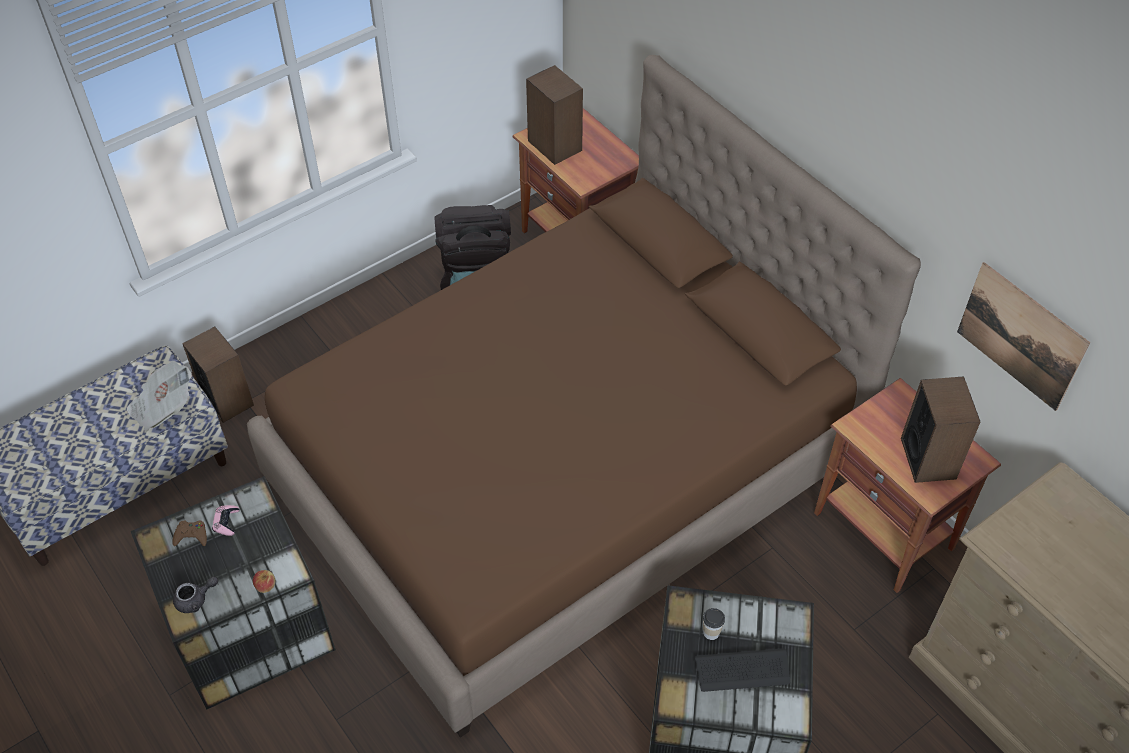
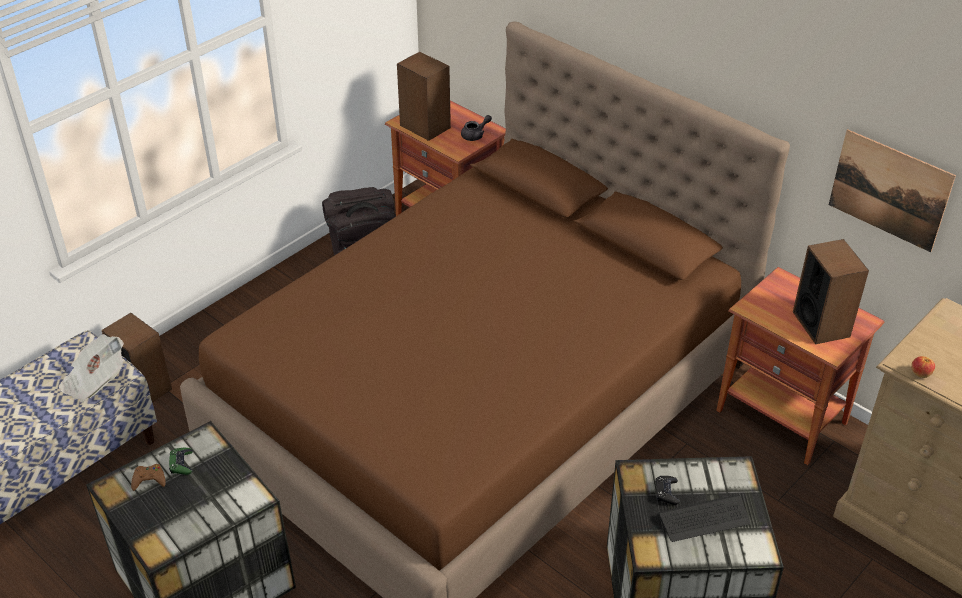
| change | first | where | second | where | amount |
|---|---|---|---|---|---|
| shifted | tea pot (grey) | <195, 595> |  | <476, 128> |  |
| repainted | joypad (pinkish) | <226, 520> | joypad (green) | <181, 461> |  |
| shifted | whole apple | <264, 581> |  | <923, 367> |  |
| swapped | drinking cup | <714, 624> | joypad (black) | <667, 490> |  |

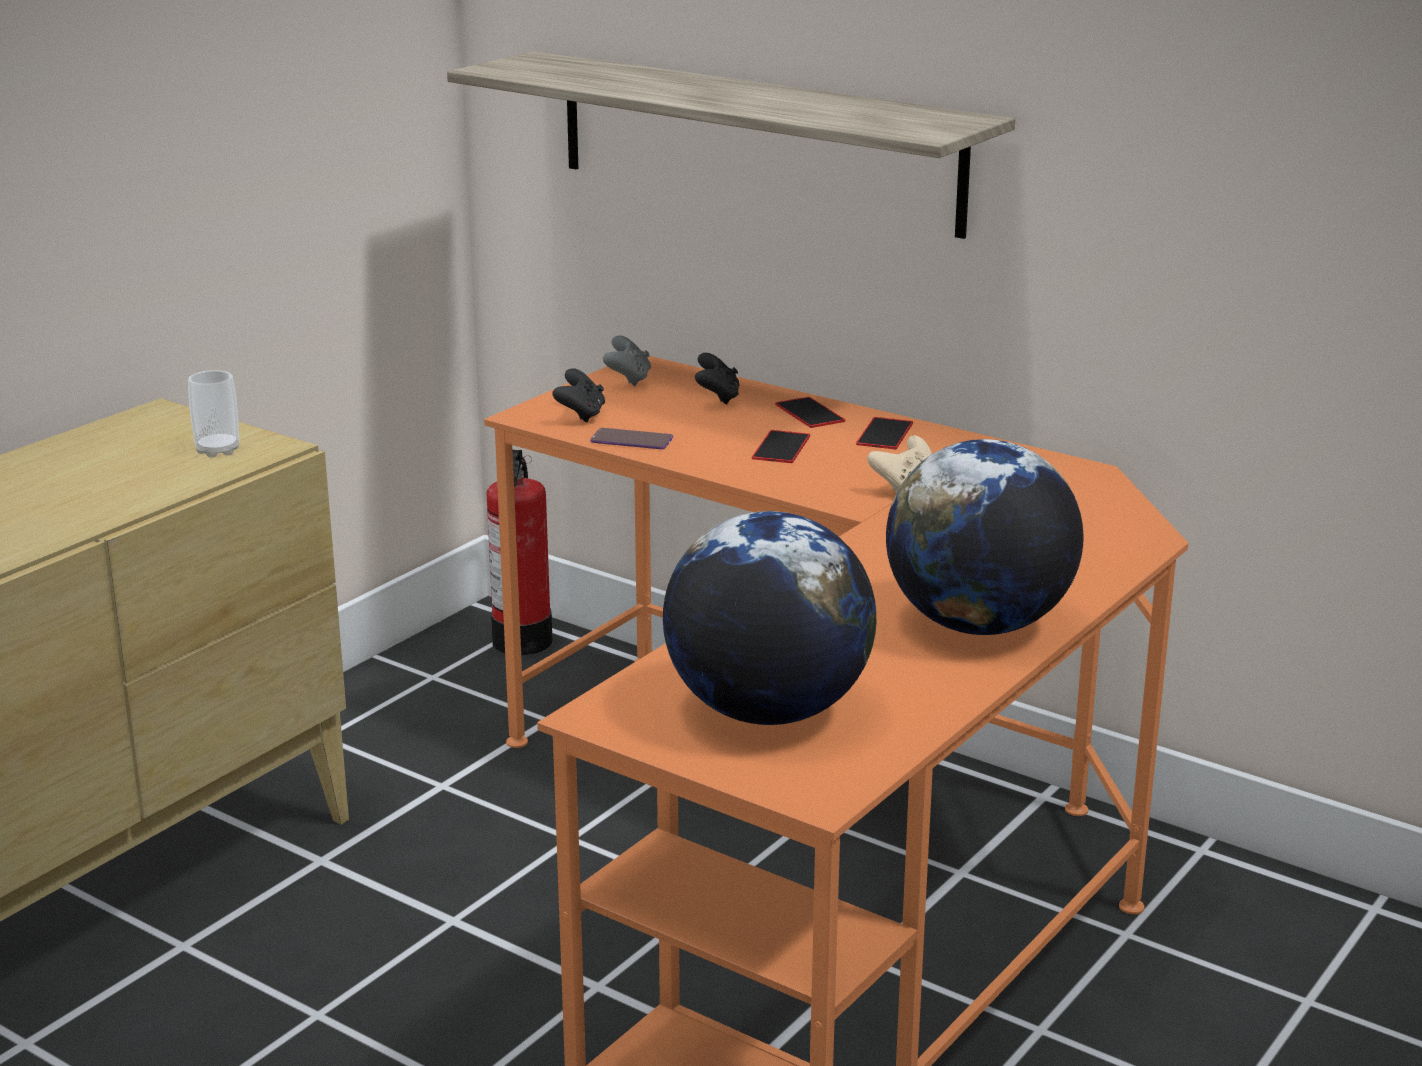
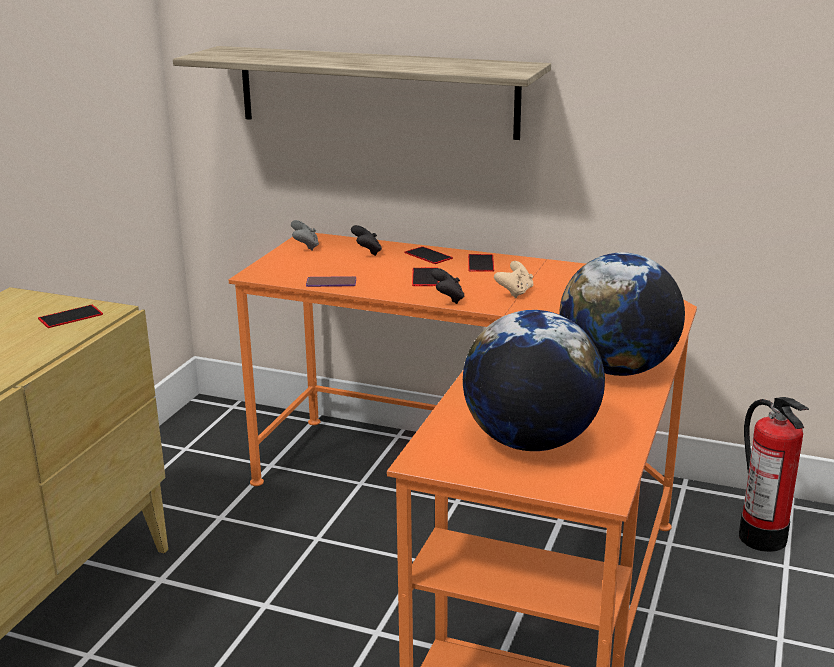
| change | first | where | second | where | amount |
|---|---|---|---|---|---|
| swapped | drinking cup | <213, 414> | phone | <70, 316> |  |
| shifted | fire extinguisher | <519, 552> |  | <774, 474> |  |
| shifted | joypad (black) | <579, 395> |  | <447, 286> |  |

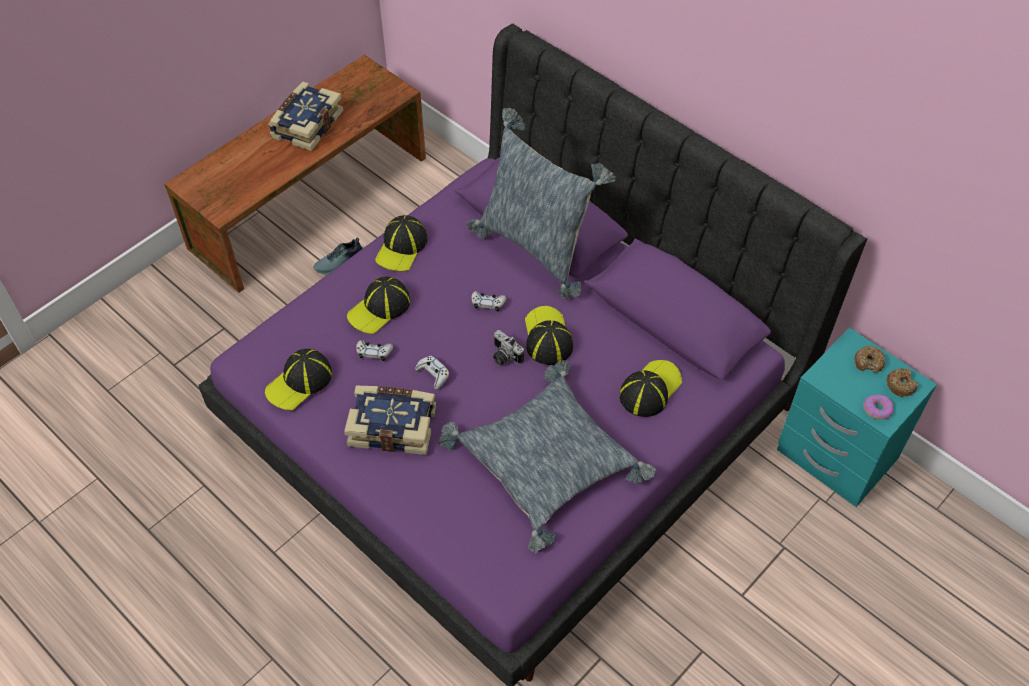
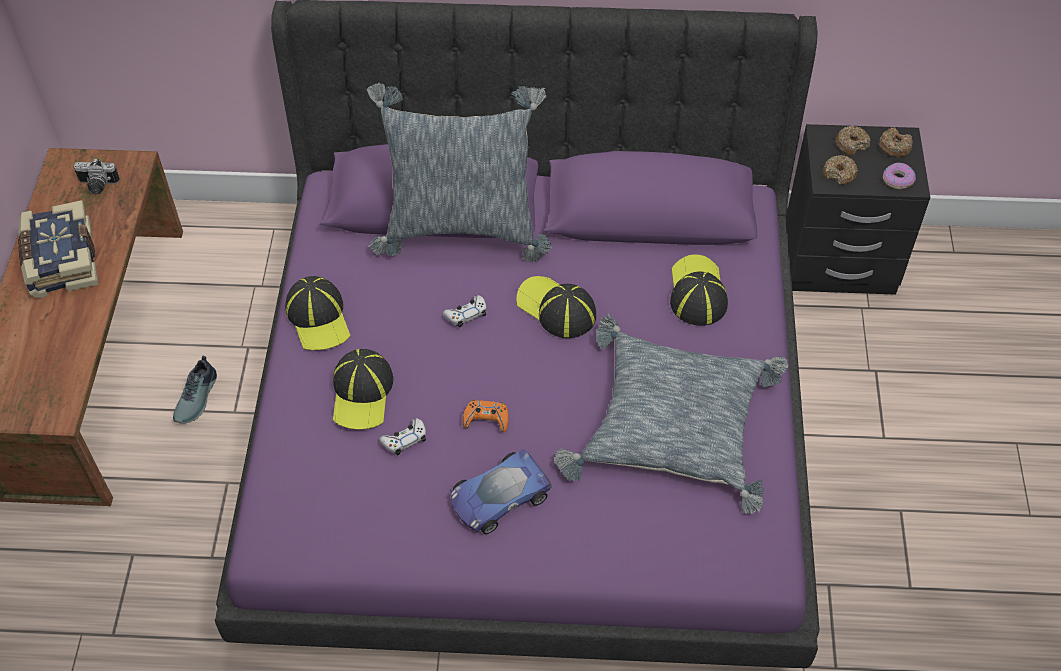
| change | first | where | second | where | amount |
|---|---|---|---|---|---|
| gone | peaked cap | <298, 380> |  |  |  |
| swapped | bound book | <390, 420> | miniature car | <501, 491> |  |
| repainted | joypad (white-coloured) | <432, 372> | joypad (orange-coloured) | <486, 416> |  |
| shifted | still camera | <508, 347> |  | <97, 176> |  |
| repainted | bedside table (turquoise-coloured) | <857, 417> | bedside table (black) | <859, 209> |  |
| new |  |  | doughnut | <840, 170> |  |

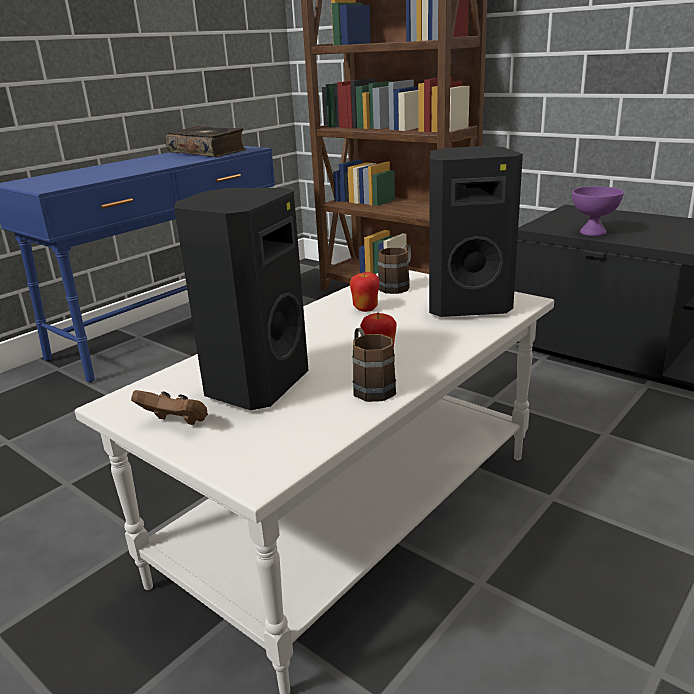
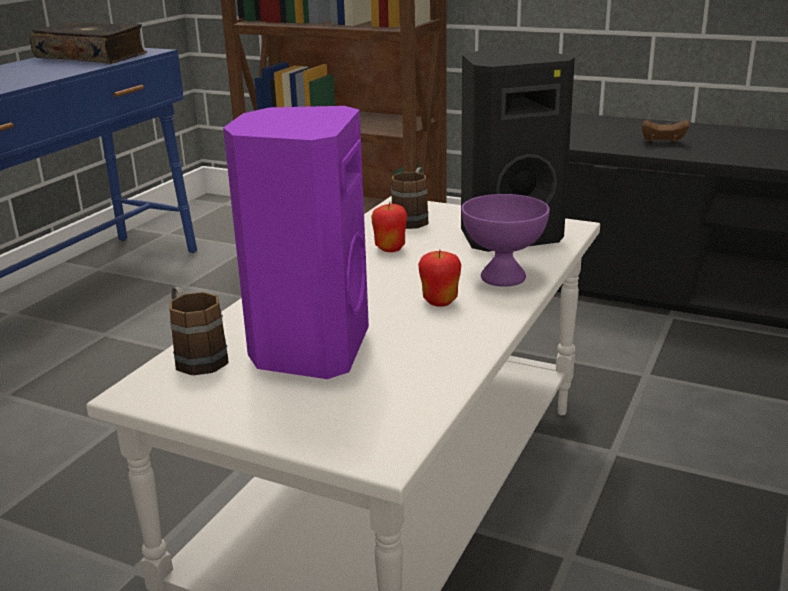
| change | first | where | second | where | amount |
|---|---|---|---|---|---|
| shifted | joypad (brown) | <169, 407> |  | <666, 131> |  |
| repainted | speaker (black) | <241, 299> | speaker (purple) | <296, 242> |  |
| shifted | coffee mug (brown) | <374, 365> |  | <199, 330> |  |
| shifted | deep dish (purple) | <598, 211> |  | <505, 240> |  |

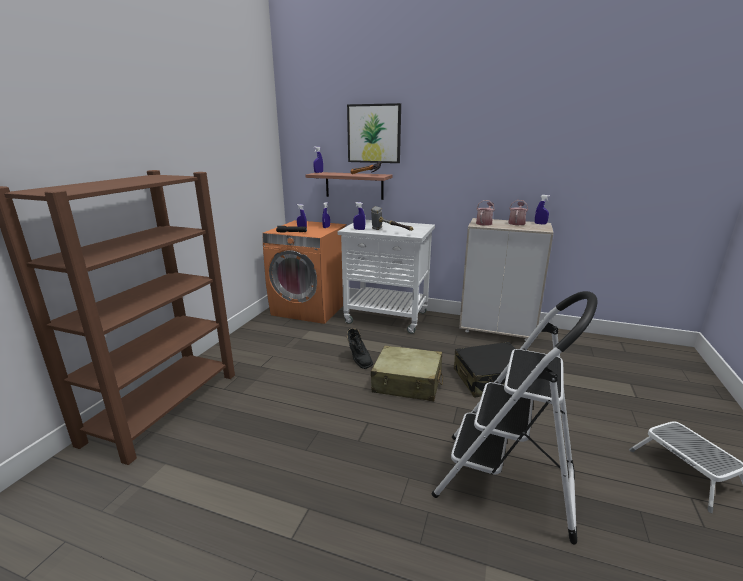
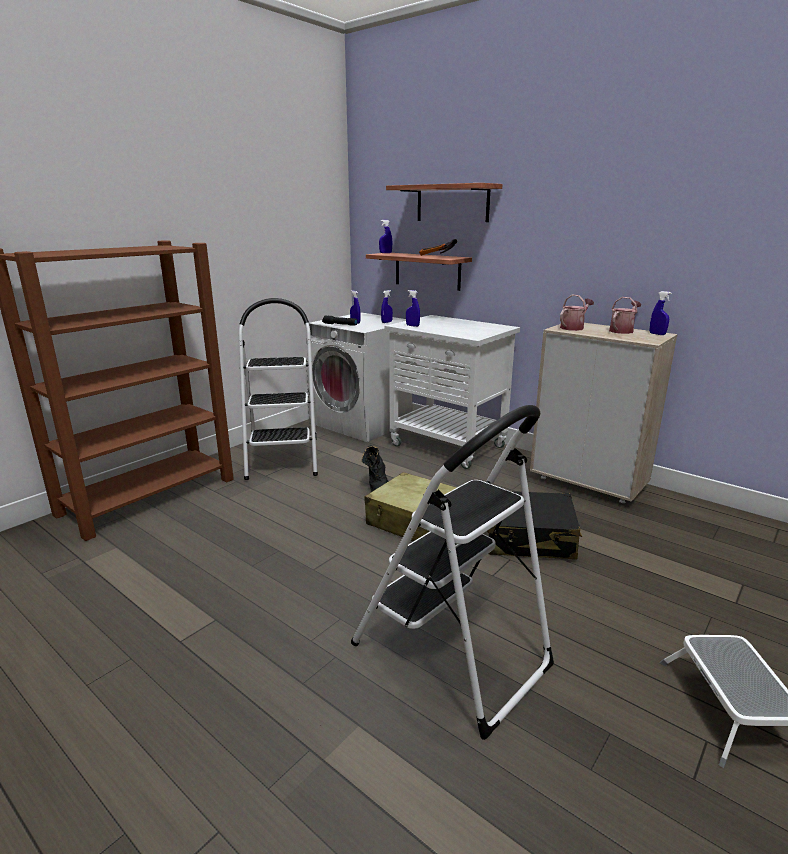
| change | first | where | second | where | amount |
|---|---|---|---|---|---|
| repainted | washing machine (orange-coloured) | <304, 272> | washing machine (white-coloured) | <359, 377> |  |
| swapped | wall picture | <374, 133> | bracket shelf | <444, 202> |  |
| gone | hammer | <392, 218> |  |  |  |
| new |  |  | step ladder | <278, 389> |  |

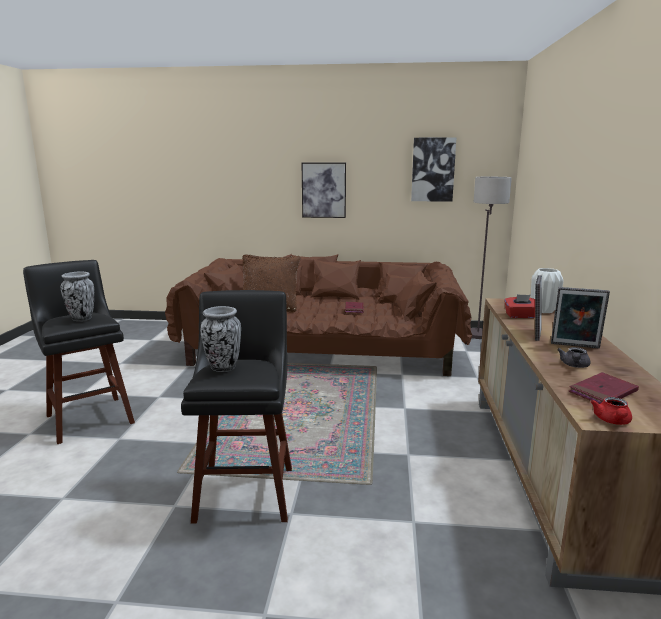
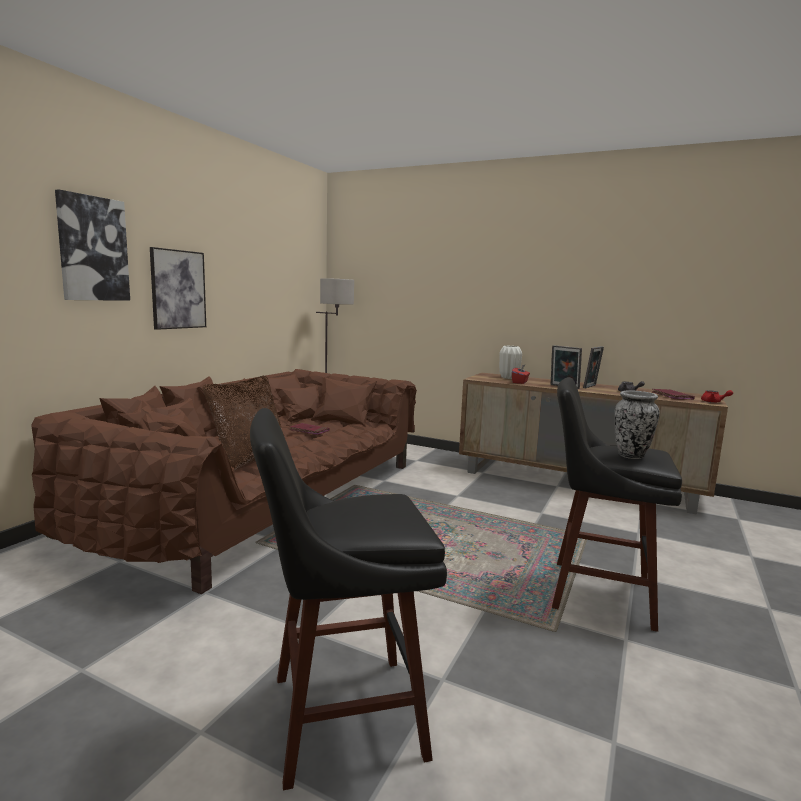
| change | first | where | second | where | amount |
|---|---|---|---|---|---|
| gone | flower vase | <77, 296> |  |  |  |
| shifted | wall picture | <433, 169> |  | <92, 245> |  |

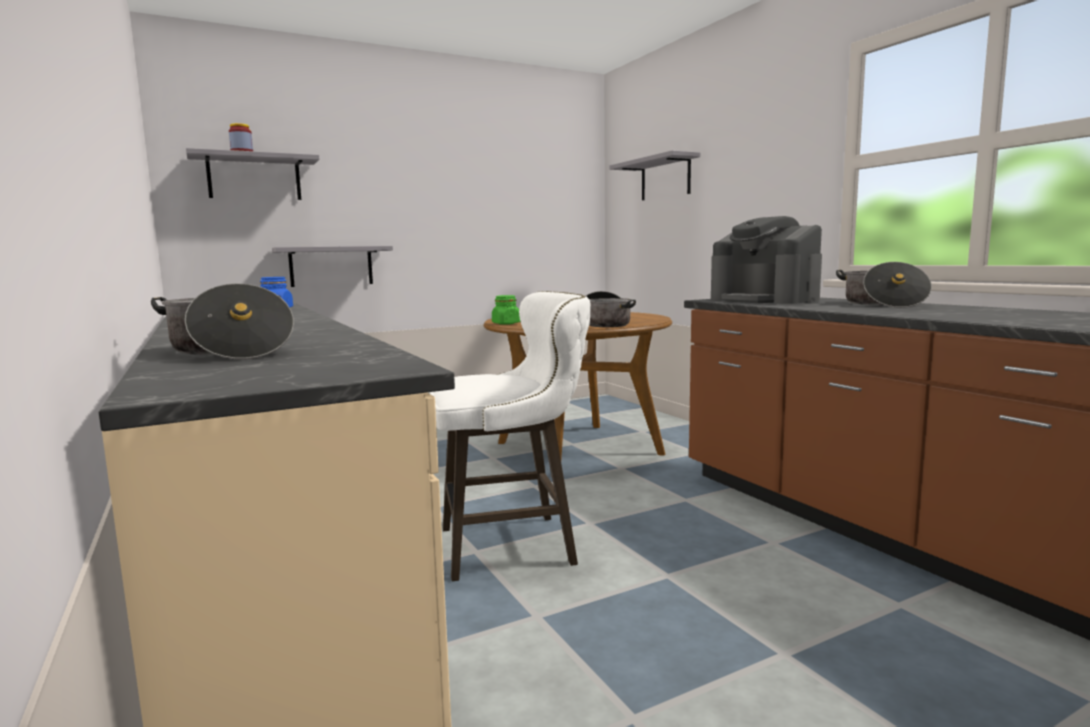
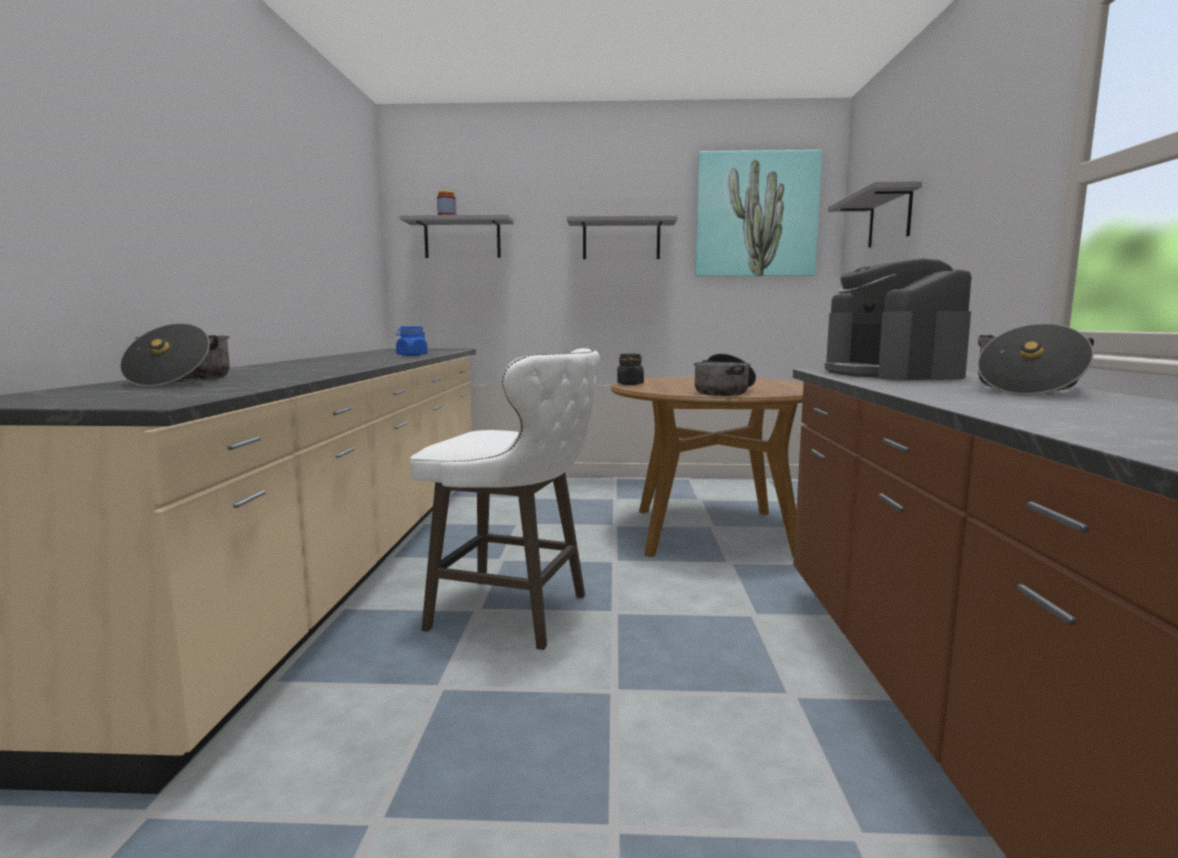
| change | first | where | second | where | amount |
|---|---|---|---|---|---|
| shifted | bracket shelf (grey) | <332, 266> |  | <622, 237> |  |
| repainted | jar (green) | <506, 310> | jar (black) | <630, 369> |  |
| new |  |  | wall picture | <759, 213> |  |

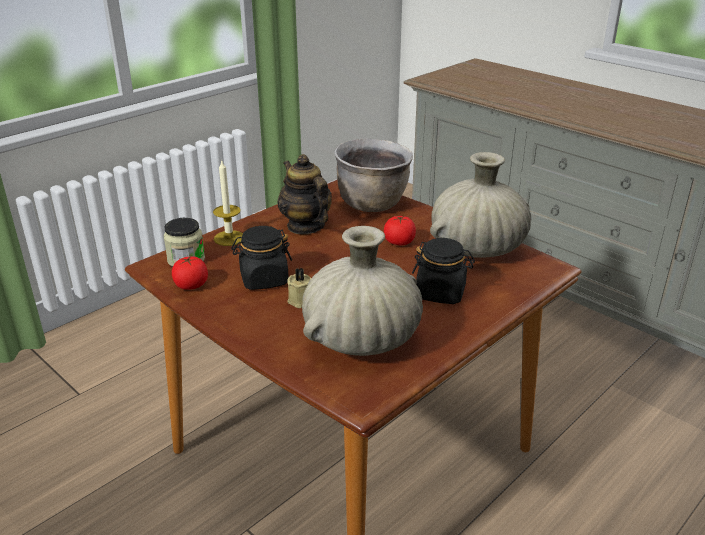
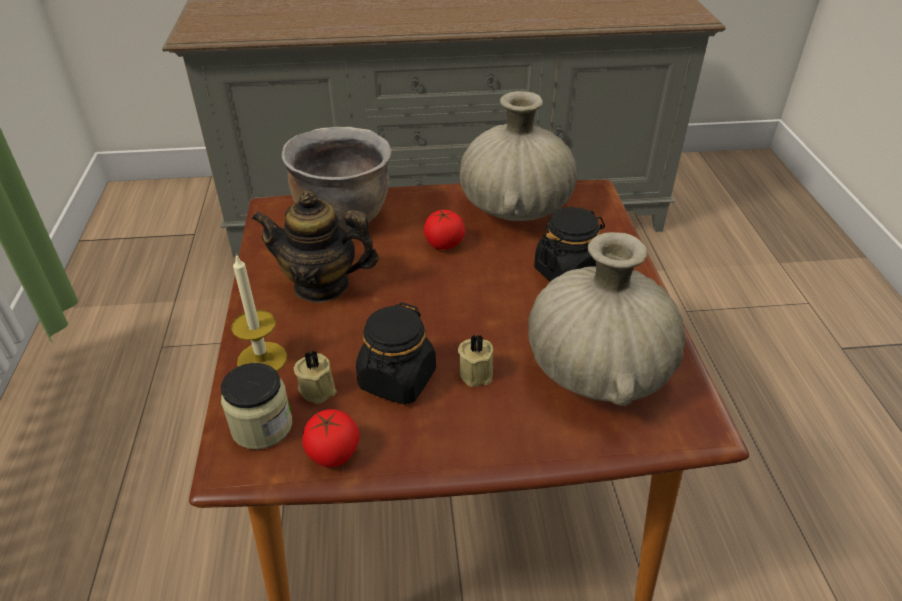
| change | first | where | second | where | amount |
|---|---|---|---|---|---|
| new |  |  | wax light (beige) | <315, 377> |  |

